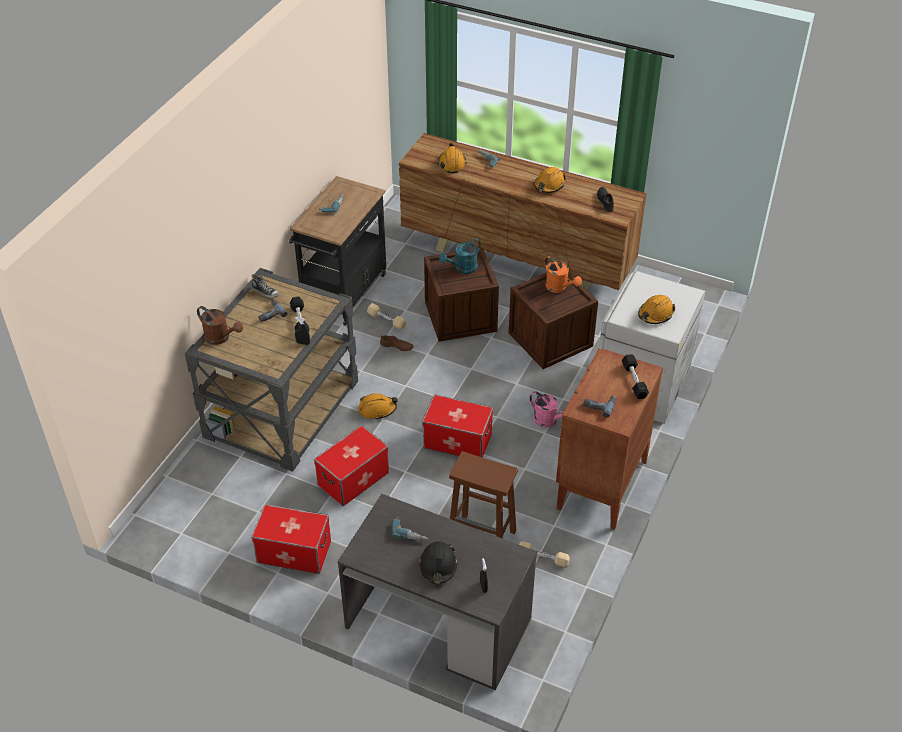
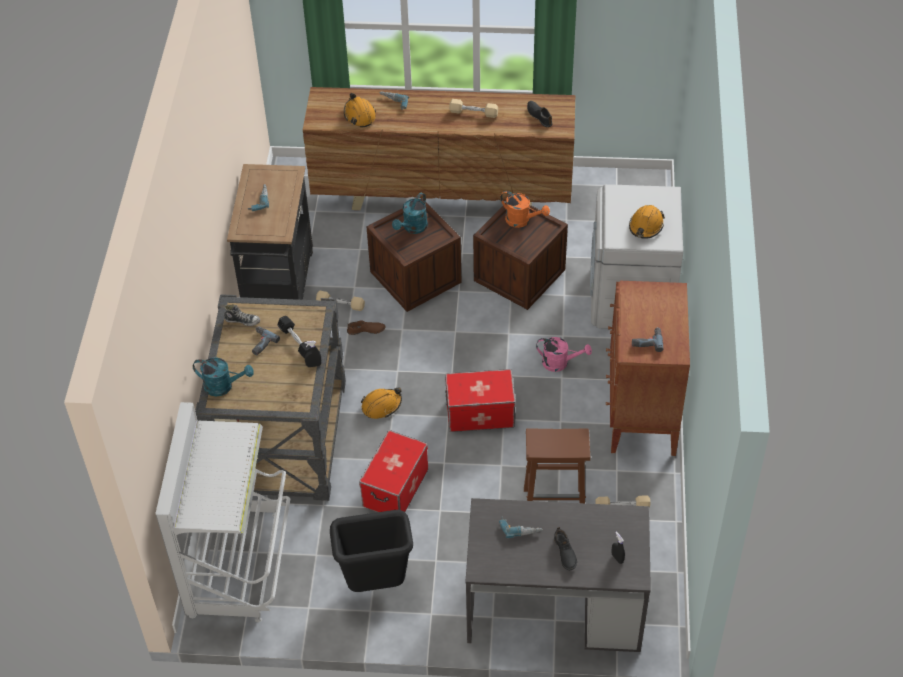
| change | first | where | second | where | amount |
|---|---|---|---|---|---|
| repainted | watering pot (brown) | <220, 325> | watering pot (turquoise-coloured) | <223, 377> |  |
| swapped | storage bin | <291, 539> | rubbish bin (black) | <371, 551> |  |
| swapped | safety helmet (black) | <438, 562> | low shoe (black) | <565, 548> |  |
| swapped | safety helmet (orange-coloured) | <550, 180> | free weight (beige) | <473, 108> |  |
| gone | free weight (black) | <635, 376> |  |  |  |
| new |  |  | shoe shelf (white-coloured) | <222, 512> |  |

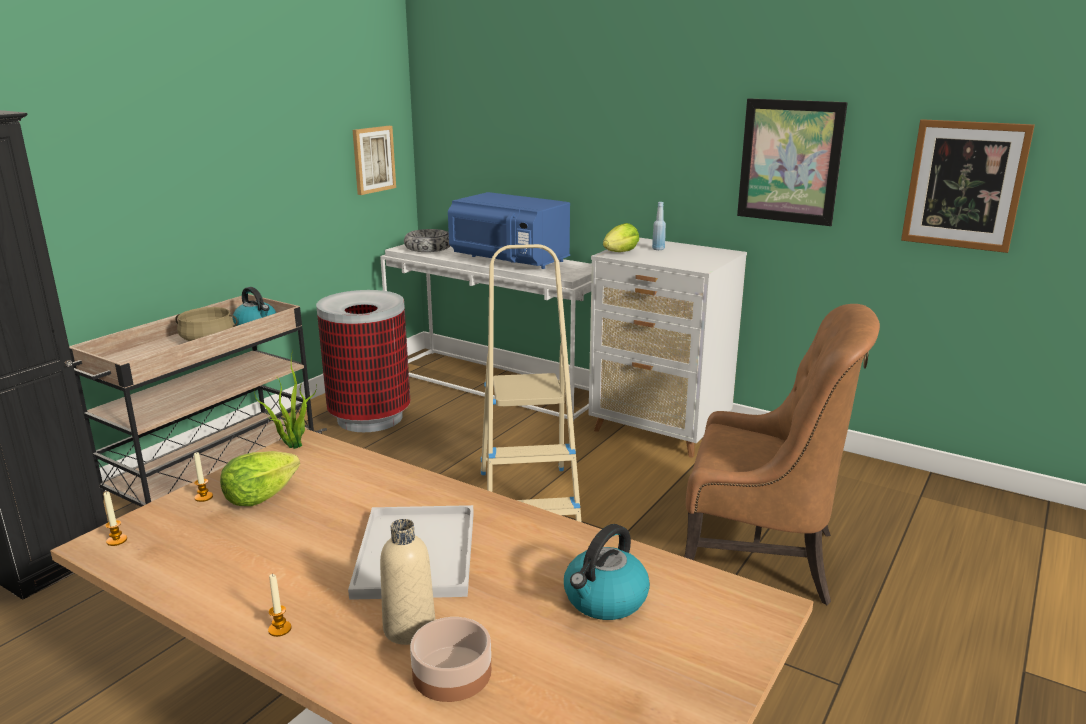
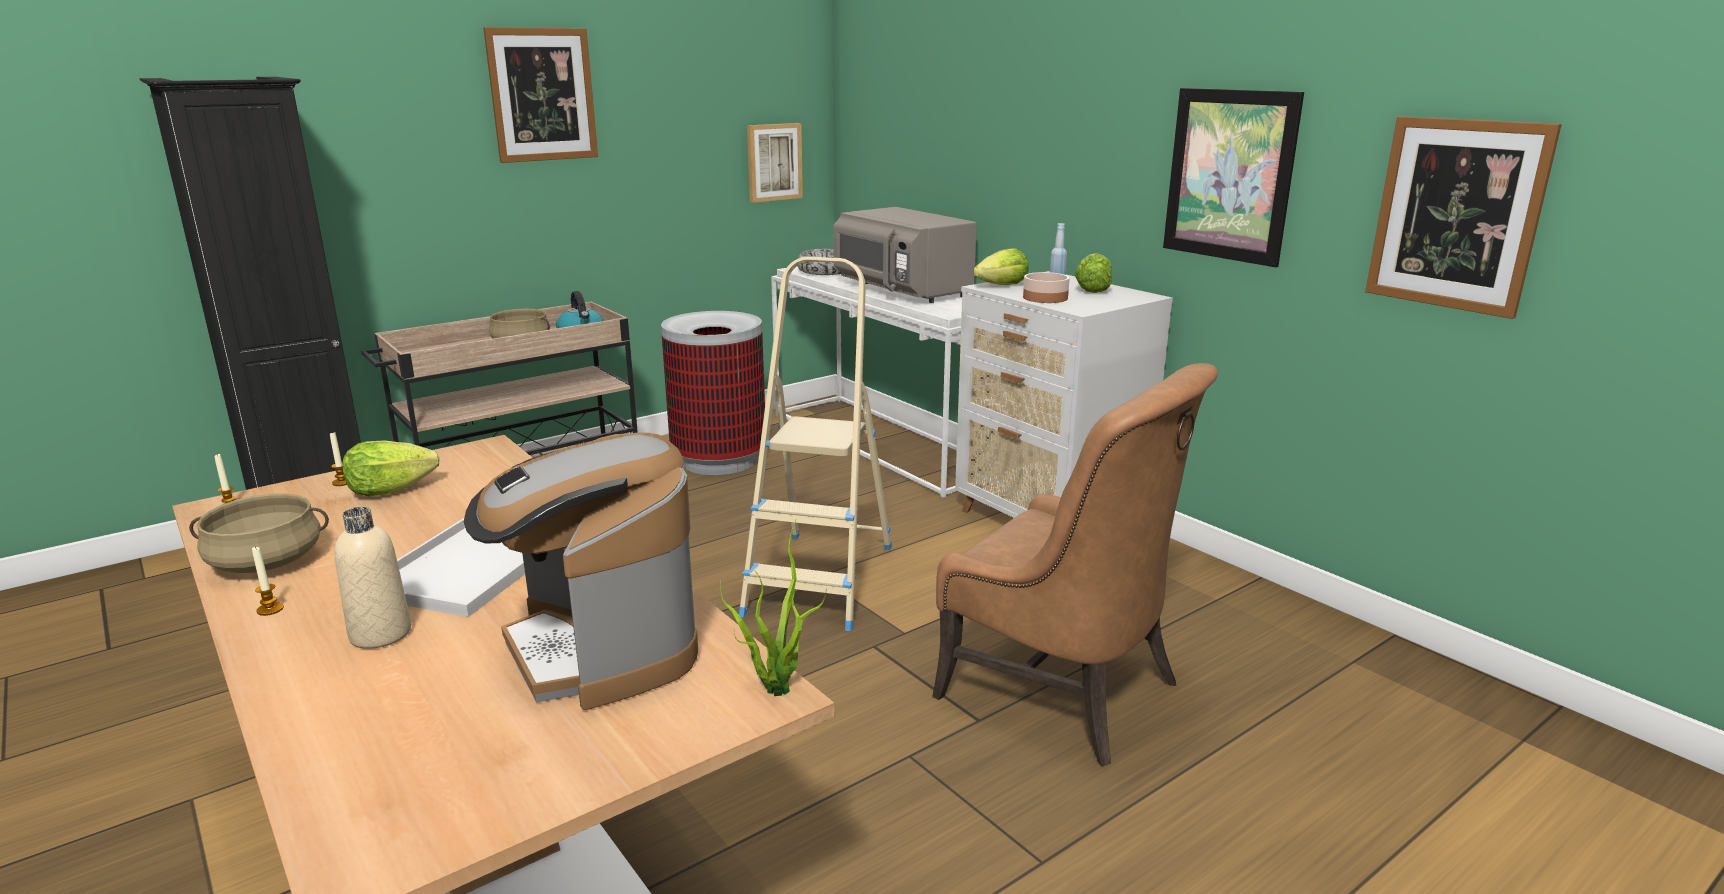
| change | first | where | second | where | amount |
|---|---|---|---|---|---|
| shifted | potted plant | <285, 399> |  | <774, 608> |  |
| shifted | deep dish | <450, 659> |  | <1046, 287> |  |
| repainted | microwave oven (blue-coloured) | <509, 230> | microwave oven (grey) | <905, 255> |  |
| swapped | kettle | <607, 572> | coffee machine | <581, 571> |  |
| new |  |  | saucepot (beige) | <259, 533> |  |
| new |  |  | wall picture | <540, 95> |  |
| new |  |  | lettuce | <1093, 273> |  |

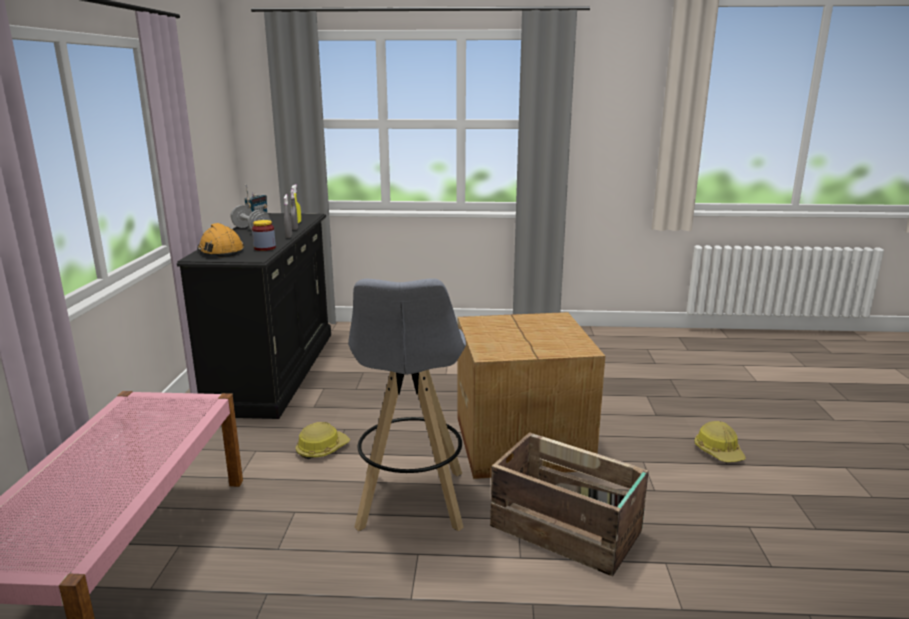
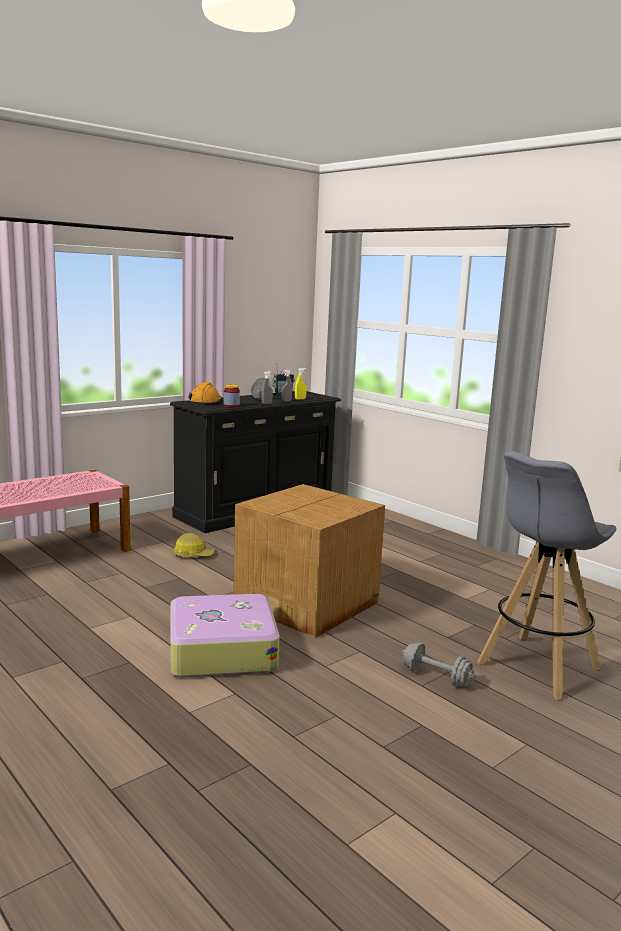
| change | first | where | second | where | amount |
|---|---|---|---|---|---|
| shifted | stool seat (grey) | <407, 404> |  | <547, 575> |  |
| swapped | packing crate | <569, 504> | suitcase | <225, 635> |  |
| swapped | safety helmet | <720, 441> | free weight (grey) | <439, 665> |  |

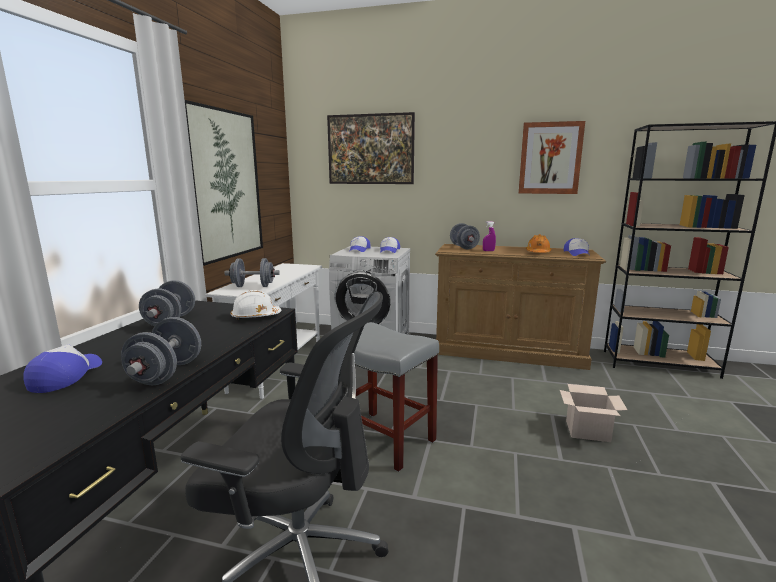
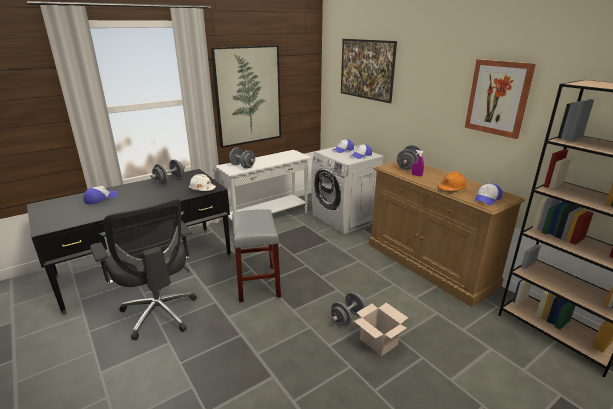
| change | first | where | second | where | amount |
|---|---|---|---|---|---|
| shifted | free weight (grey) | <161, 351> |  | <348, 309> |  |

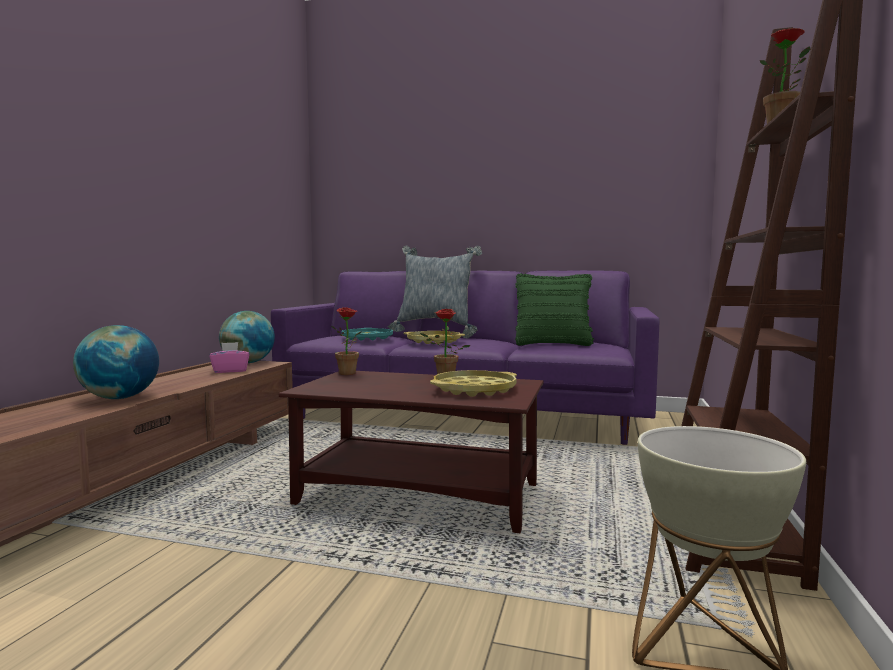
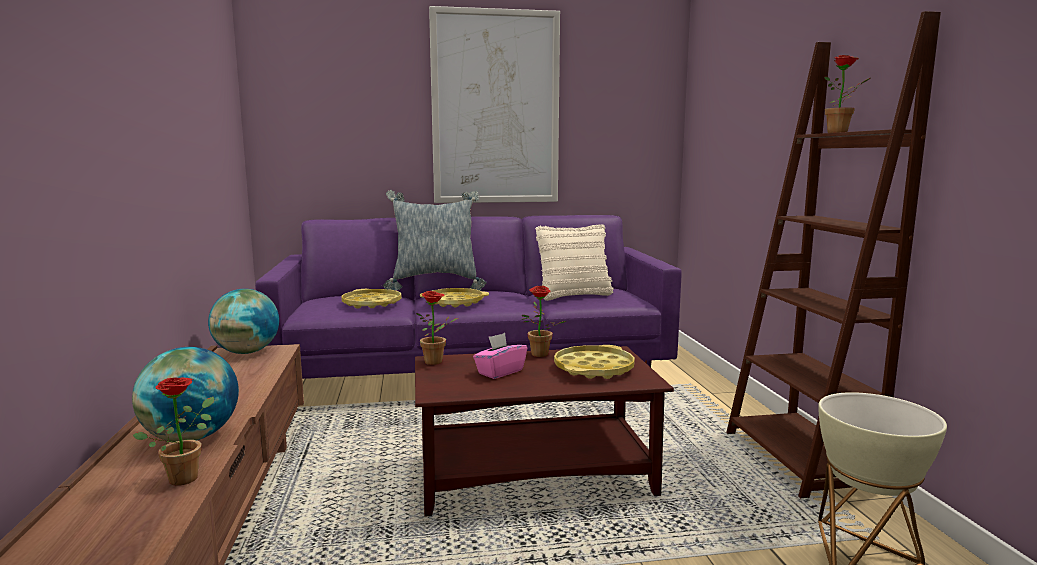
| change | first | where | second | where | amount |
|---|---|---|---|---|---|
| shifted | tissue holder (pinkish) | <229, 357> |  | <500, 356> |  |
| repainted | serving tray (turquoise-coloured) | <367, 334> | serving tray (yellowish) | <371, 299> |  |
| repainted | cushion (green) | <554, 309> | cushion (beige) | <574, 262> |  |
| new |  |  | potted plant | <173, 432> |  |
| new |  |  | wall picture | <494, 104> |  |

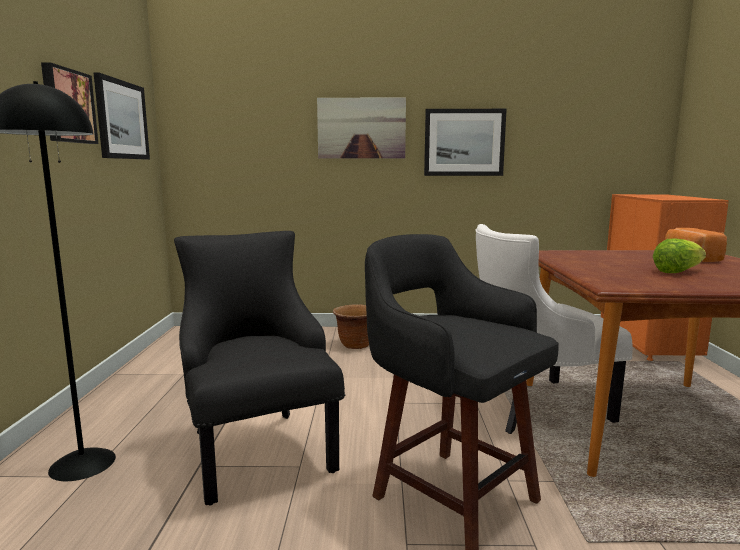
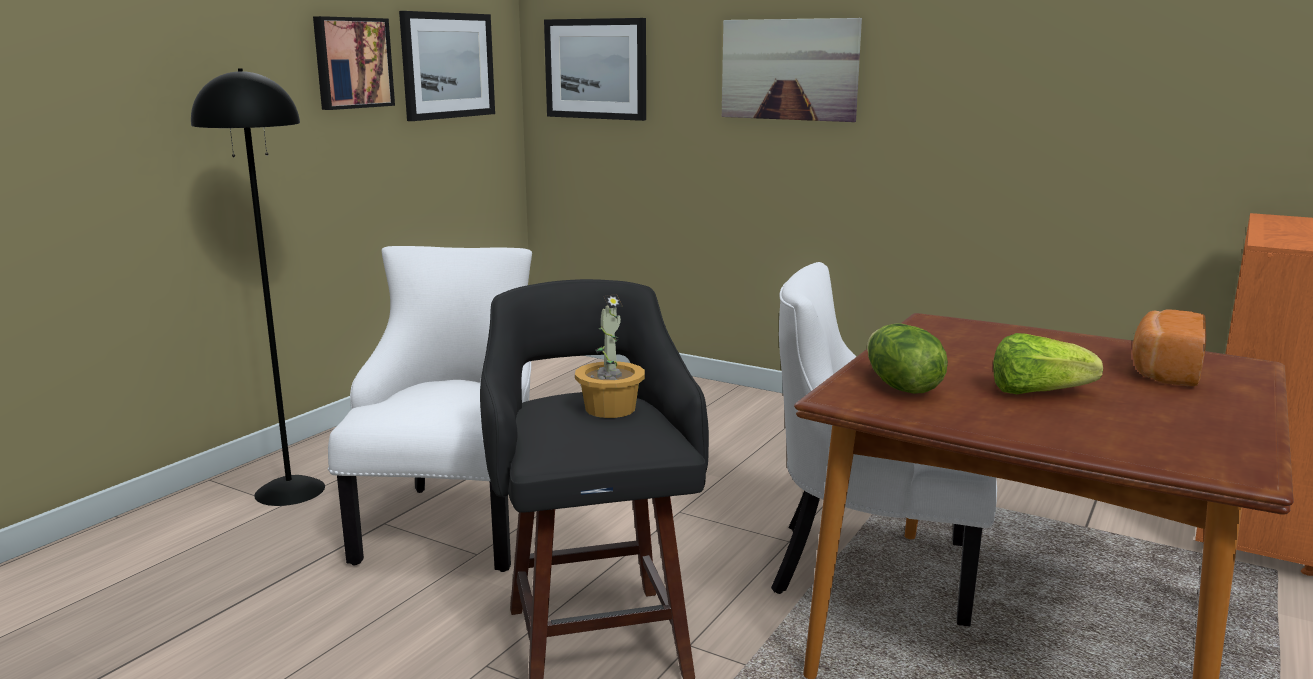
| change | first | where | second | where | amount |
|---|---|---|---|---|---|
| repainted | upright chair (black) | <259, 368> | upright chair (white-coloured) | <430, 409> |  |
| gone | planter (brown) | <351, 326> |  |  |  |
| shifted | wall picture | <465, 142> |  | <595, 69> |  |
| new |  |  | potted plant | <610, 356> |  |
| new |  |  | lettuce | <907, 358> |  |

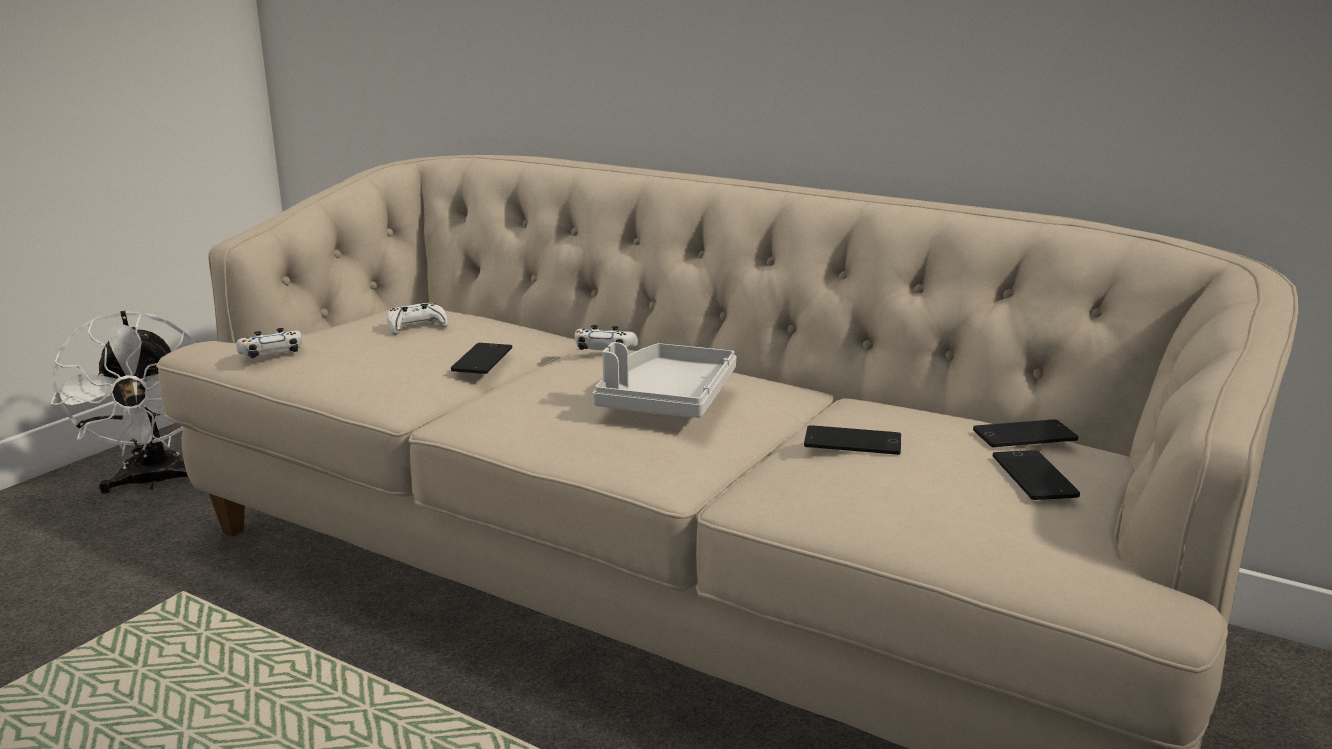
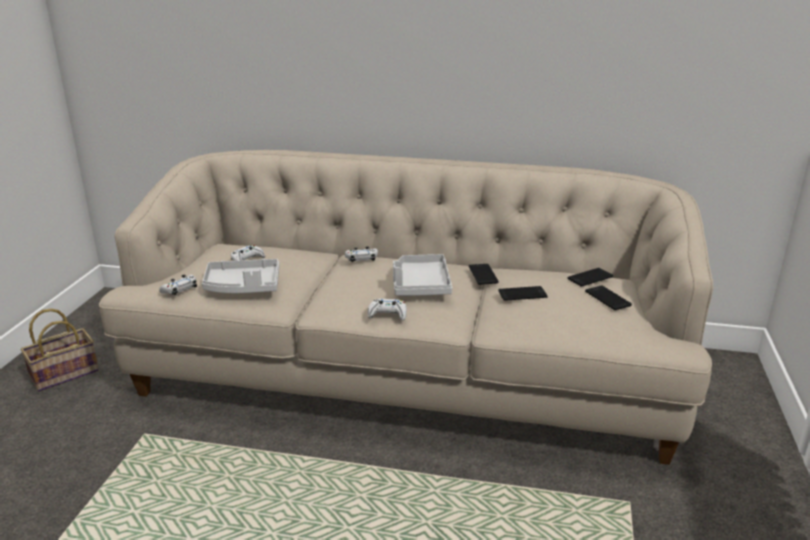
| change | first | where | second | where | amount |
|---|---|---|---|---|---|
| swapped | cooling fan (white-coloured) | <123, 402> | household basket | <60, 350> |  |
| shifted | phone | <481, 358> |  | <484, 274> |  |
| new |  |  | serving tray (grey) | <240, 276> |  |
| new |  |  | joypad (white-coloured) | <387, 309> |  |

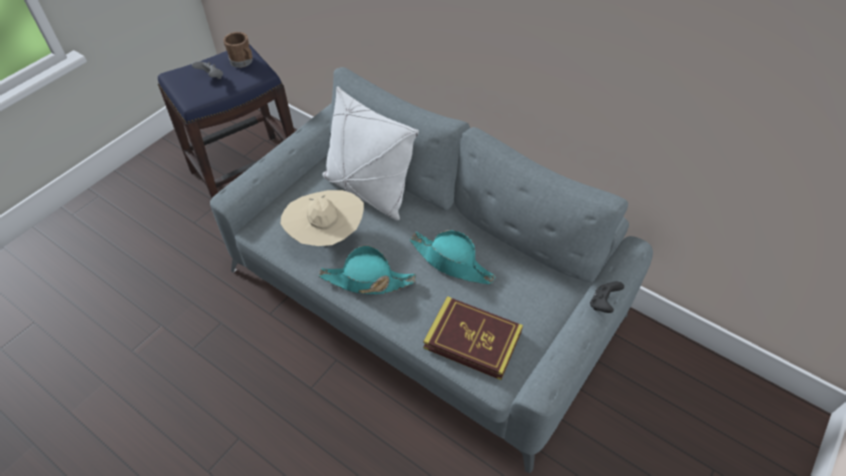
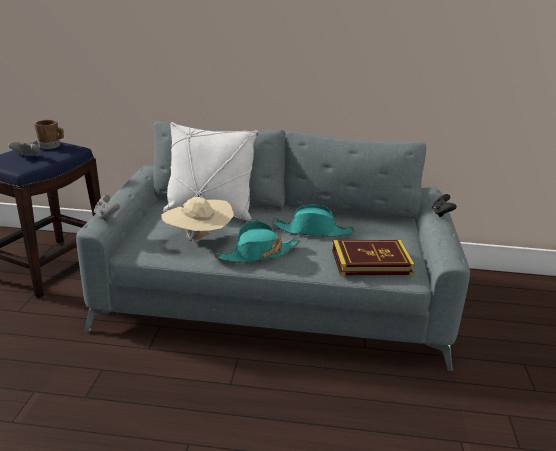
| change | first | where | second | where | amount |
|---|---|---|---|---|---|
| new |  |  | joypad (grey) | <107, 208> |  |

